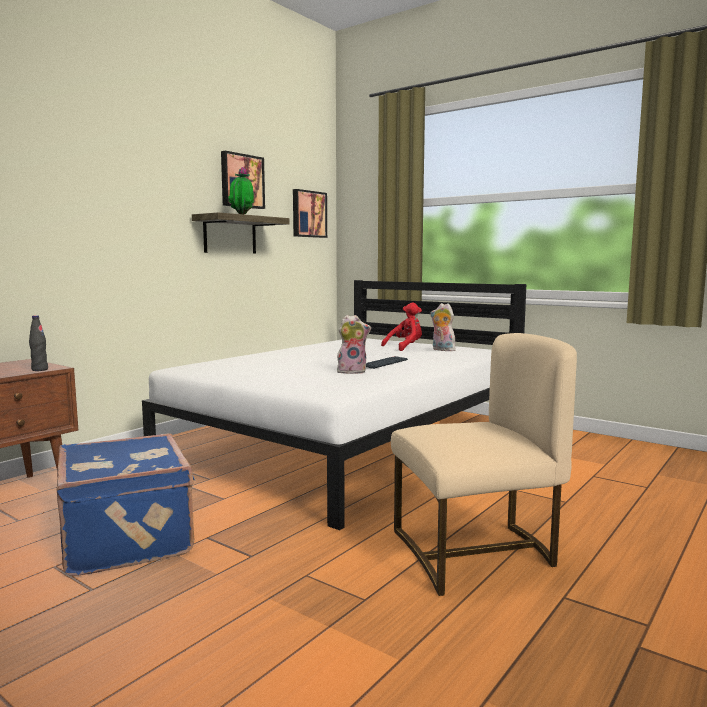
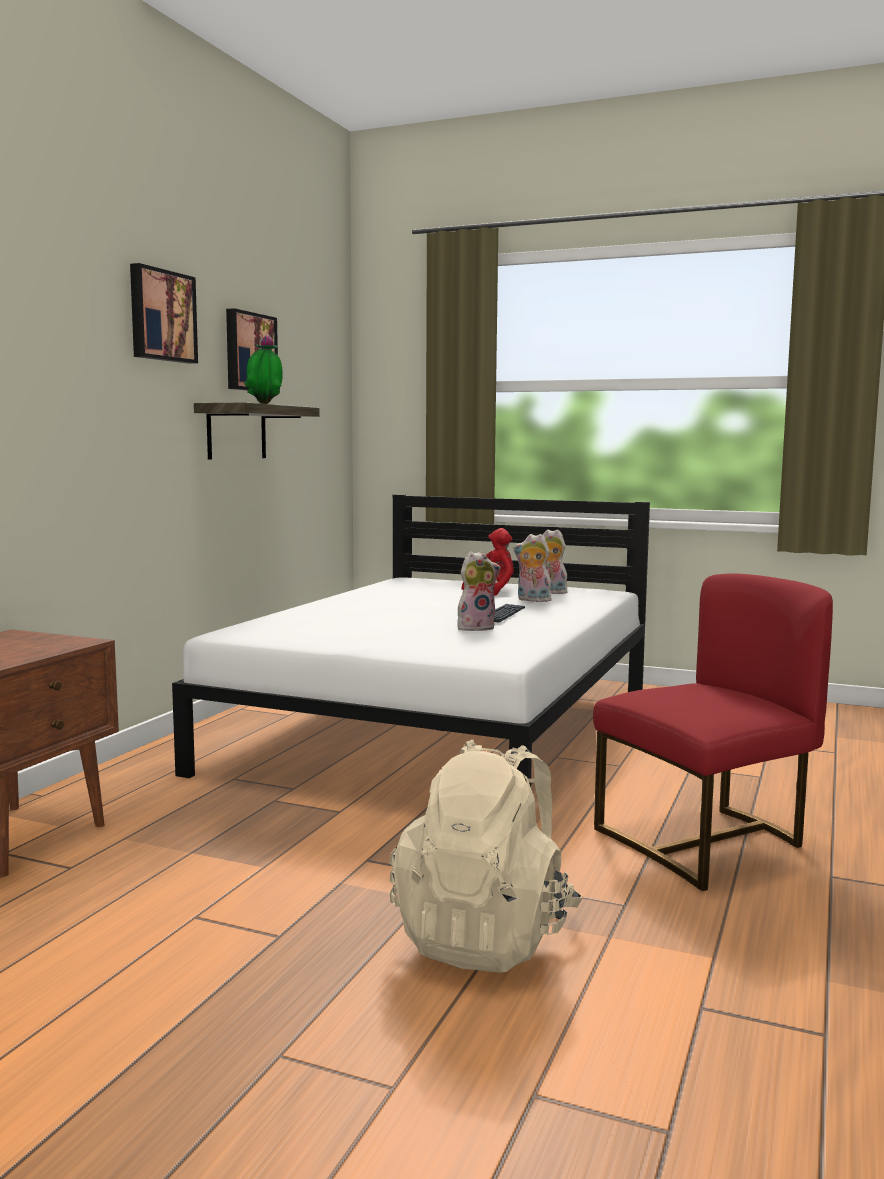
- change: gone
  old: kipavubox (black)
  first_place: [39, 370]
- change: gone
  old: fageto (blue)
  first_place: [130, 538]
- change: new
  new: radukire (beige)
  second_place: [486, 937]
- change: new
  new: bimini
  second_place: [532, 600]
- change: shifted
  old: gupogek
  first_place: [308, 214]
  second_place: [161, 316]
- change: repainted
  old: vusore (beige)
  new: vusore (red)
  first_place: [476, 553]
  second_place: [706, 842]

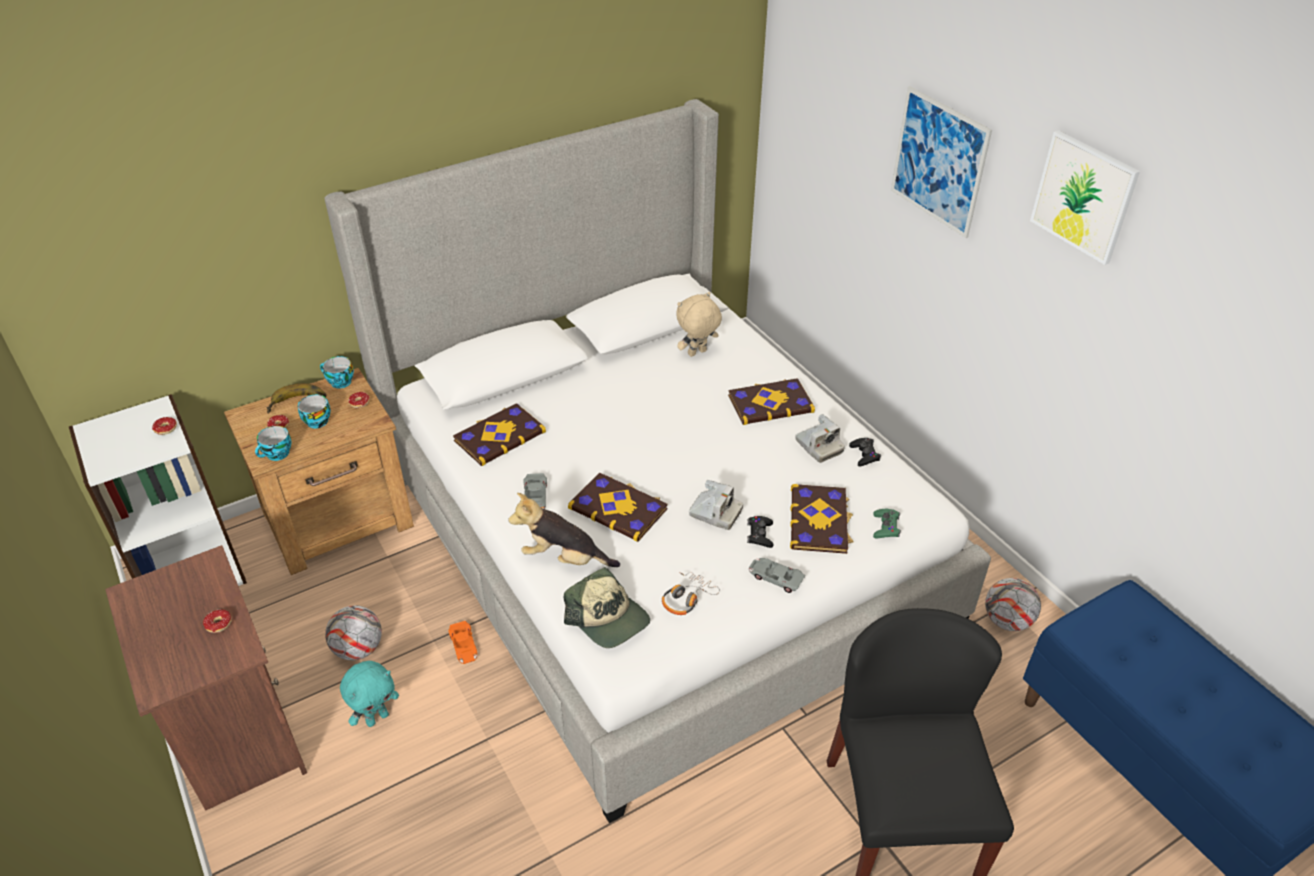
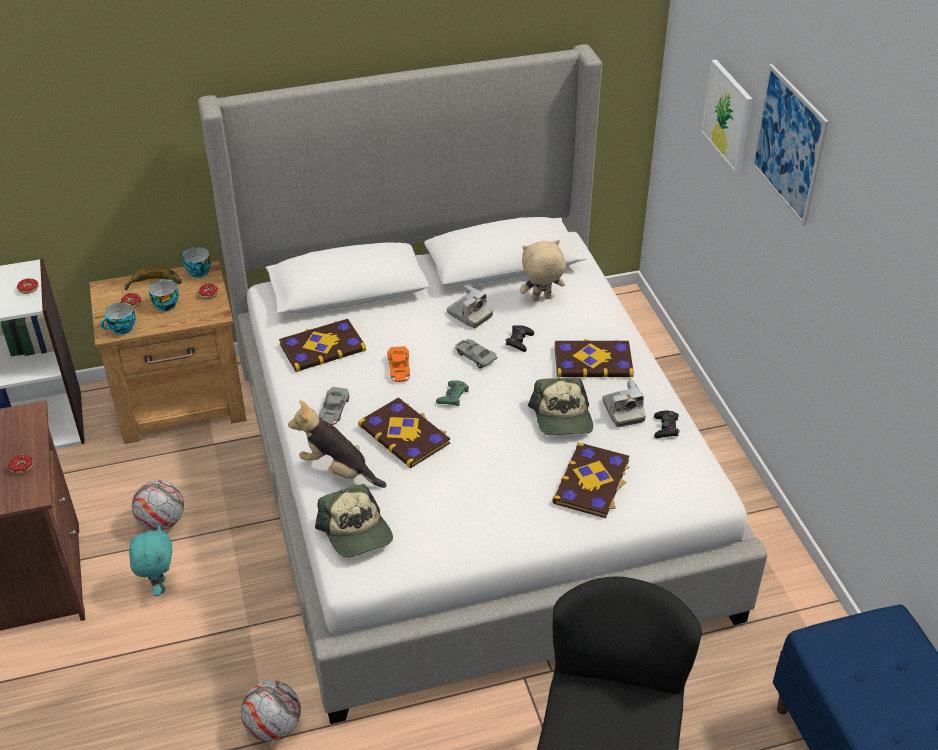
- change: gone
  old: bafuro
  first_place: [686, 598]
- change: new
  new: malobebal
  second_place: [562, 418]
- change: shifted
  old: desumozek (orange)
  first_place: [464, 646]
  second_place: [399, 368]
- change: shifted
  old: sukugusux
  first_place: [715, 513]
  second_place: [469, 315]
- change: shifted
  old: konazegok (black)
  first_place: [760, 535]
  second_place: [519, 341]
- change: shifted
  old: desumozek (grey)
  first_place: [775, 577]
  second_place: [475, 356]
- change: shifted
  old: konazegok (green)
  first_place: [886, 527]
  second_place: [453, 396]
- change: shifted
  old: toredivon
  first_place: [1006, 621]
  second_place: [273, 727]
- change: shifted
  old: gupogek
  first_place: [1083, 196]
  second_place: [728, 115]
- change: rotated
  old: bimini (turquoise)
  first_place: [377, 718]
  second_place: [159, 586]
  degrees: -75

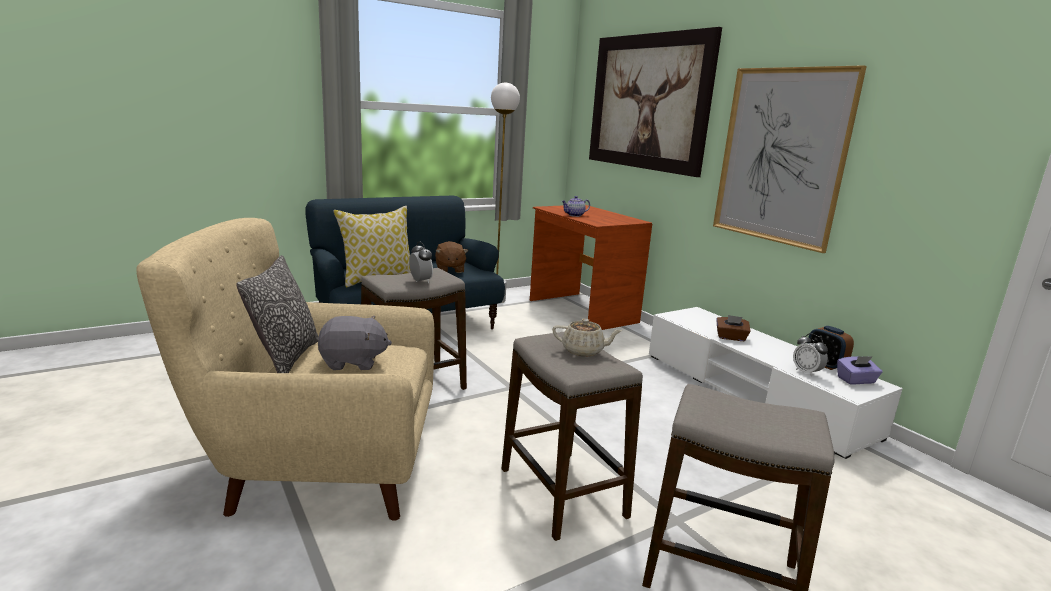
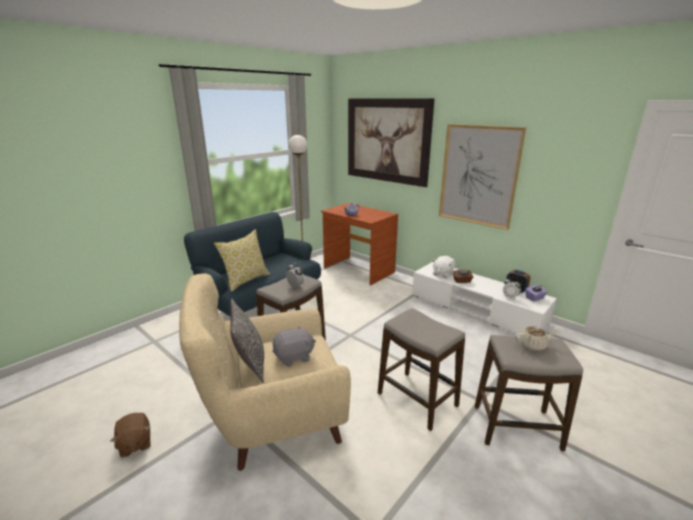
- change: new
  new: bimini (white)
  second_place: [442, 273]
- change: shifted
  old: bimini (brown)
  first_place: [449, 270]
  second_place: [135, 444]
- change: shifted
  old: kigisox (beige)
  first_place: [584, 351]
  second_place: [533, 345]

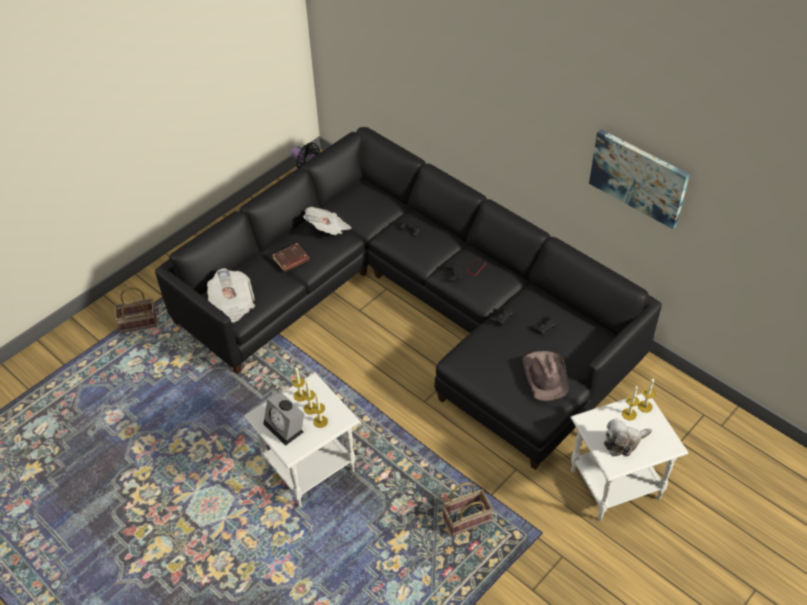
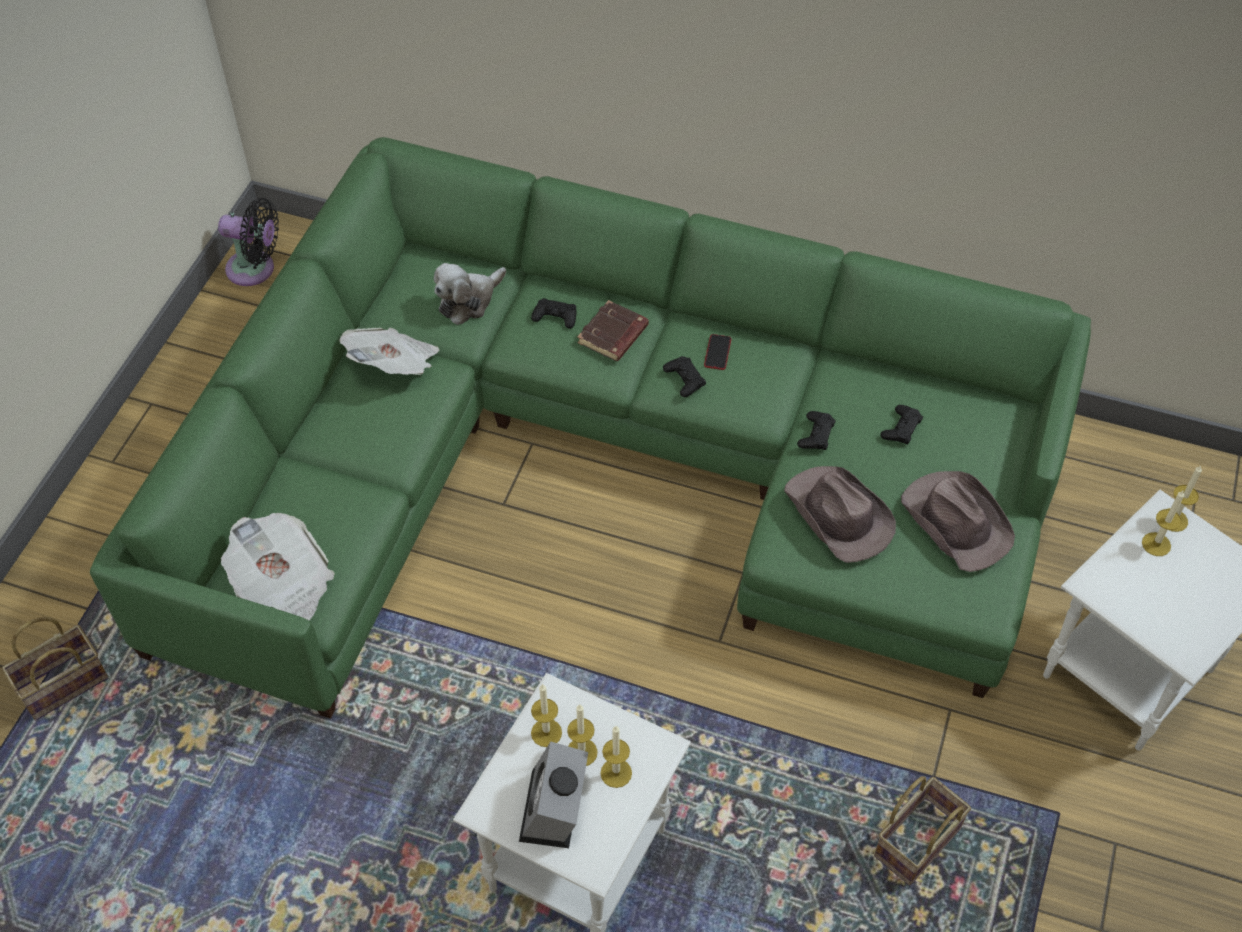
- change: gone
  old: gupogek
  first_place: [638, 177]
- change: new
  new: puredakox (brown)
  second_place: [838, 516]
- change: shifted
  old: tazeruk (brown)
  first_place: [291, 260]
  second_place: [613, 336]
- change: shifted
  old: bimini
  first_place: [623, 442]
  second_place: [469, 301]
- change: repainted
  old: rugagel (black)
  new: rugagel (green)
  first_place: [414, 308]
  second_place: [604, 464]
- change: rotated
  old: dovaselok
  first_place: [286, 427]
  second_place: [554, 812]
  degrees: 75

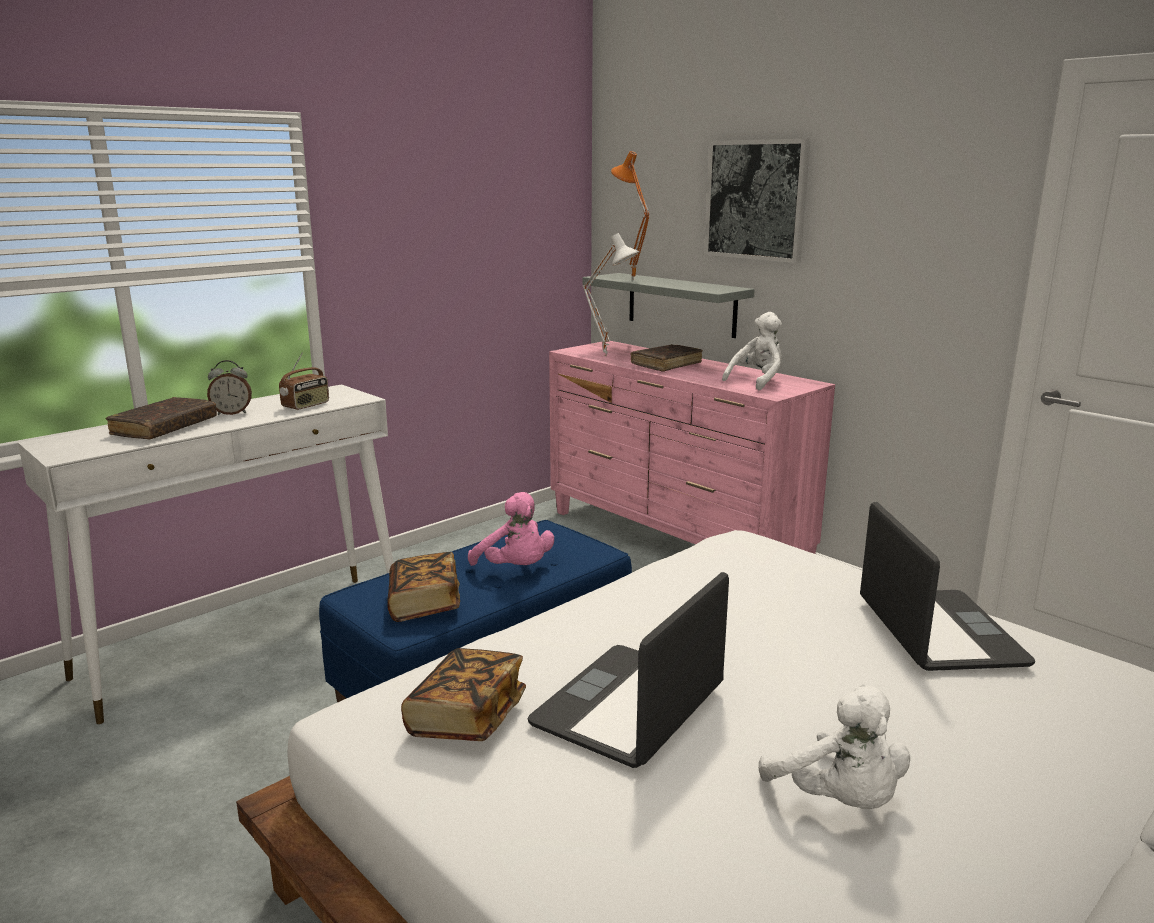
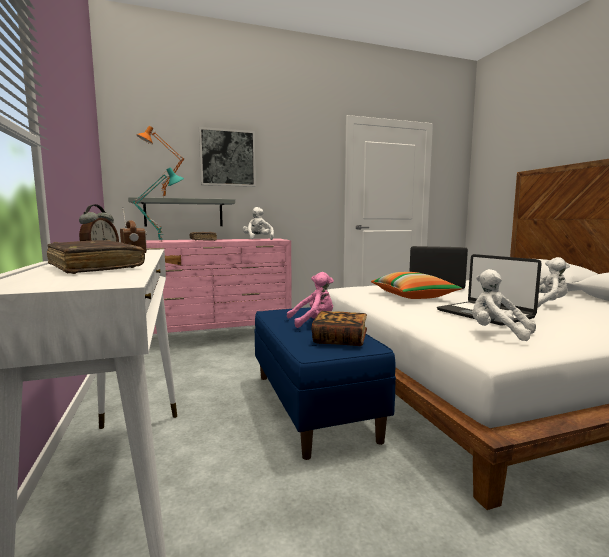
- change: new
  new: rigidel
  second_place: [413, 296]
- change: swapped
  old: tazeruk
  new: bimini (white)
  first_place: [466, 717]
  second_place: [497, 333]
- change: repainted
  old: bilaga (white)
  new: bilaga (turquoise)
  first_place: [607, 356]
  second_place: [161, 241]

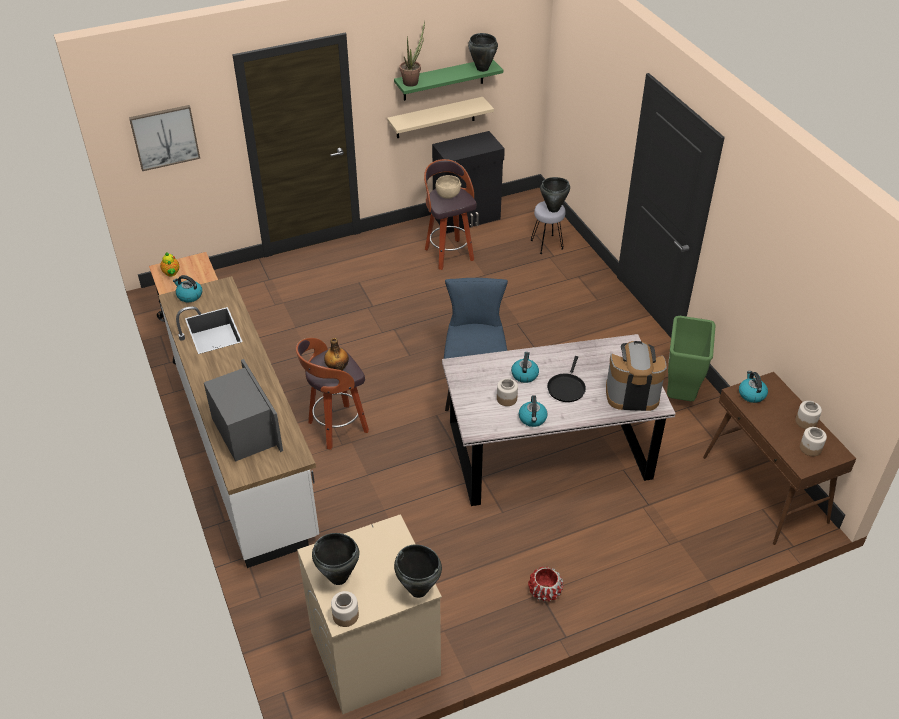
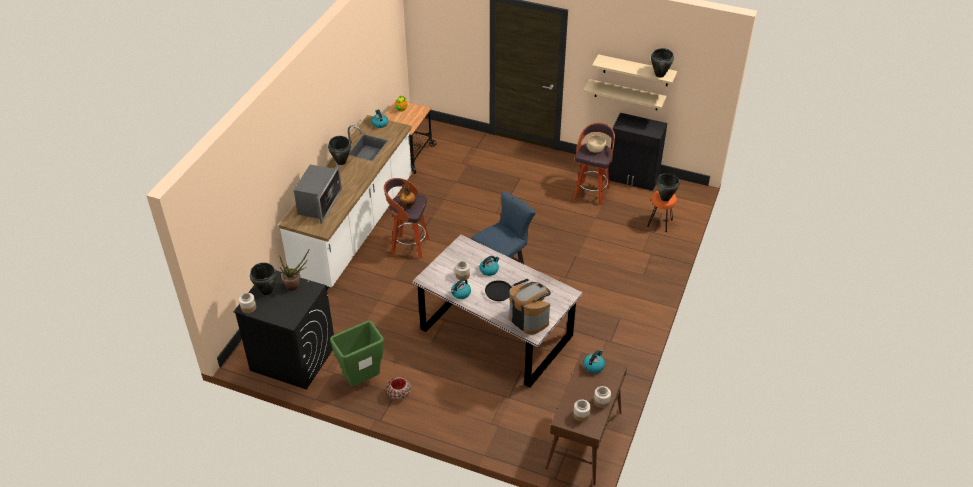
- change: gone
  old: gupogek
  first_place: [165, 137]
- change: shifted
  old: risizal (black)
  first_place: [418, 589]
  second_place: [341, 162]
- change: shifted
  old: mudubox
  first_place: [412, 81]
  second_place: [295, 285]
- change: shifted
  old: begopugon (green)
  first_place: [680, 394]
  second_place: [362, 380]
- change: repainted
  old: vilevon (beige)
  new: vilevon (black)
  first_place: [374, 654]
  second_place: [292, 358]
- change: repainted
  old: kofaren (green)
  new: kofaren (beige)
  first_place: [443, 79]
  second_place: [636, 70]
- change: repainted
  old: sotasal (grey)
  new: sotasal (orange)
  first_place: [547, 244]
  second_place: [660, 223]

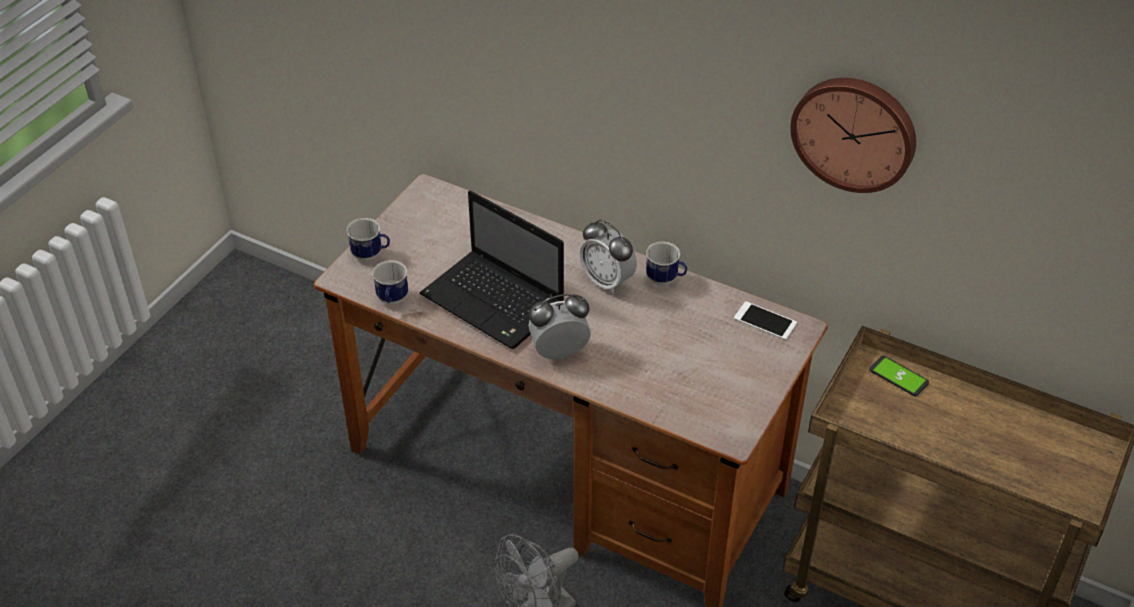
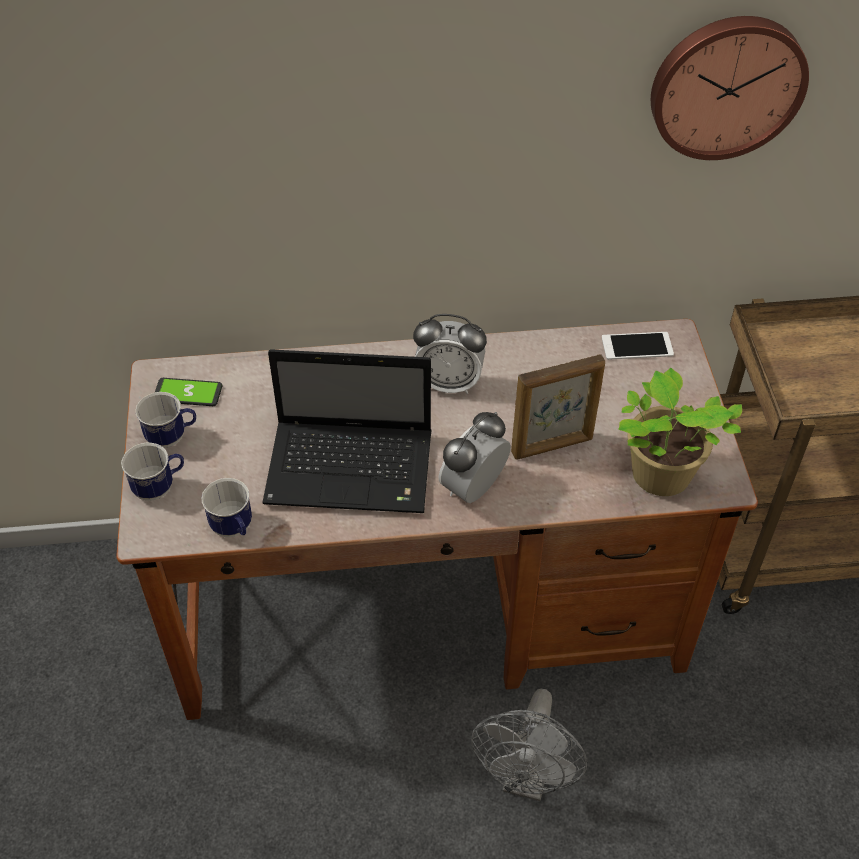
- change: new
  new: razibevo
  second_place: [553, 446]
- change: new
  new: mudubox
  second_place: [659, 478]
- change: shifted
  old: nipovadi
  first_place: [666, 280]
  second_place: [172, 437]
- change: shifted
  old: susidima
  first_place: [898, 377]
  second_place: [188, 393]

